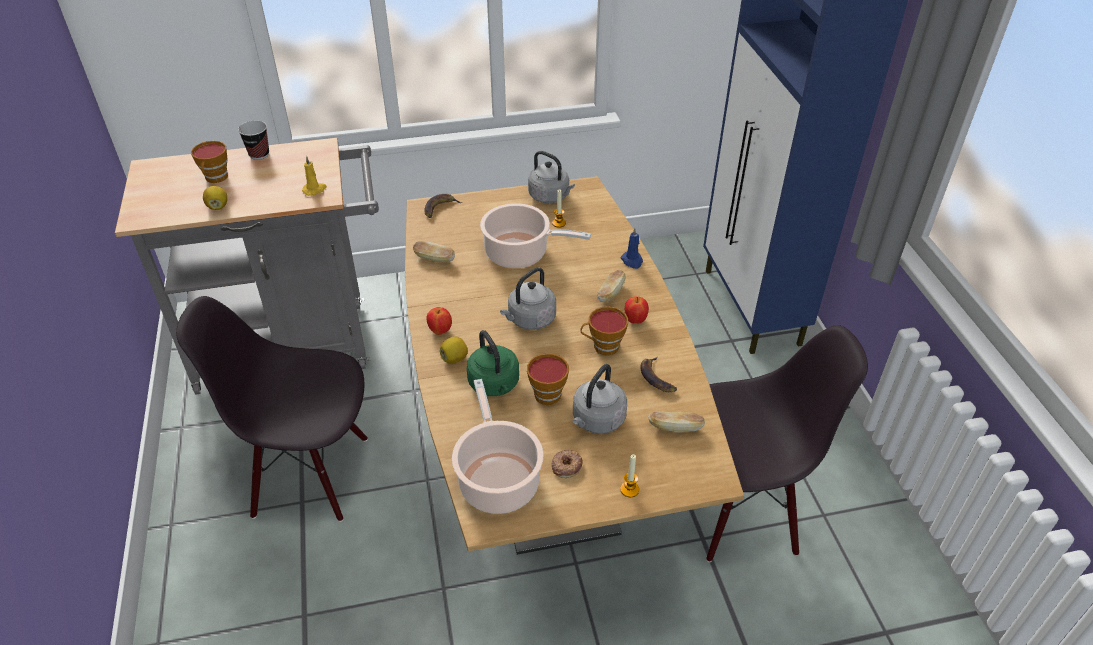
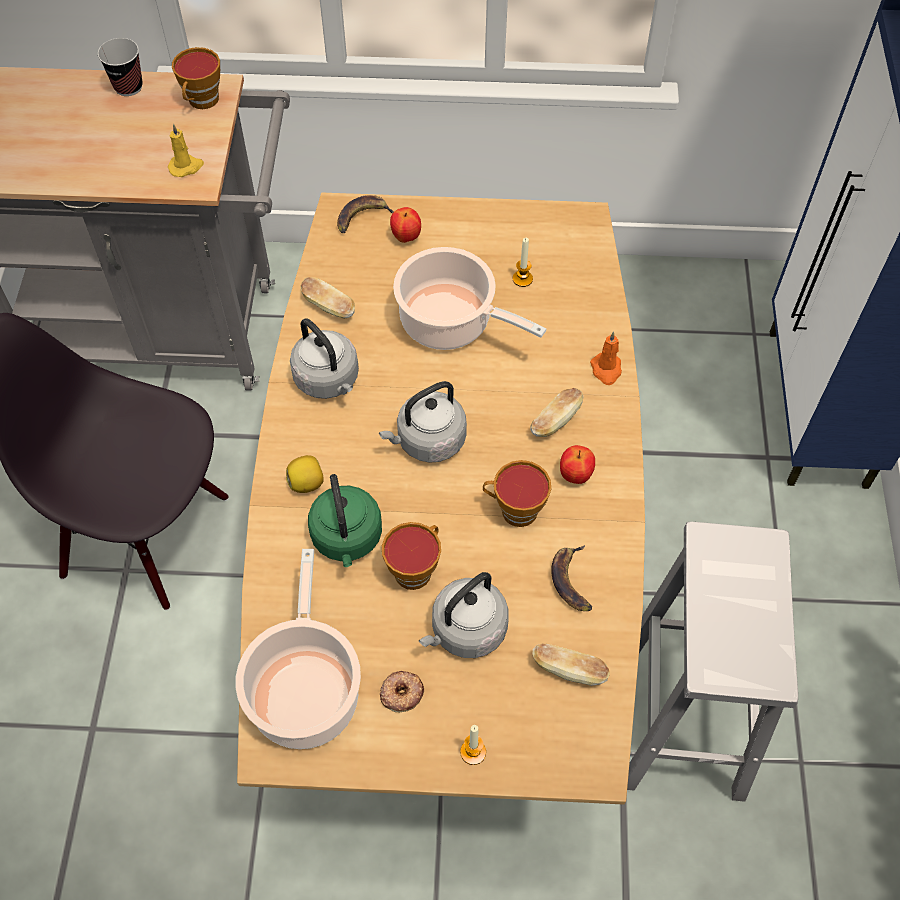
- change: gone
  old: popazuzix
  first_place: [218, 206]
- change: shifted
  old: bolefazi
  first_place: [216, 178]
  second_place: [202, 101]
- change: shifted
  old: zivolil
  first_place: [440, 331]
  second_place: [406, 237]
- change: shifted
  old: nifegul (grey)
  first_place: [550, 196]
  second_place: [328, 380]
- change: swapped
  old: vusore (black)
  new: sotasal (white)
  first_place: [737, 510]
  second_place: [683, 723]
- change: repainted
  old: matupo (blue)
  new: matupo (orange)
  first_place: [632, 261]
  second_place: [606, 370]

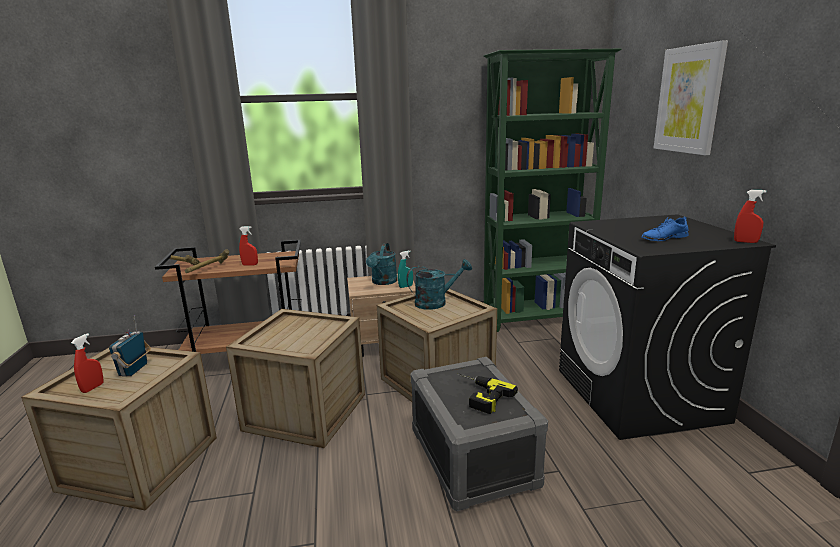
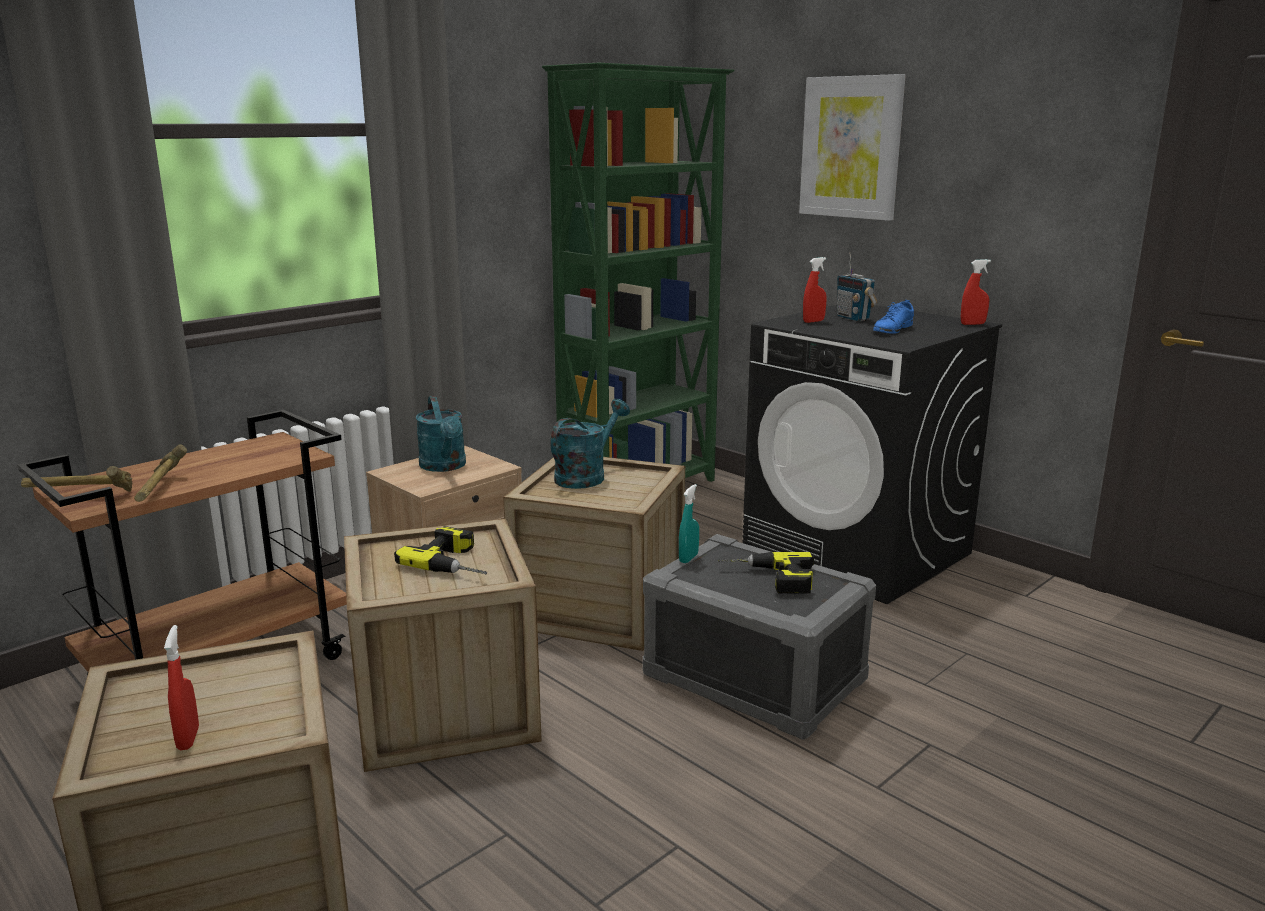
- change: new
  new: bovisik
  second_place: [457, 562]
- change: shifted
  old: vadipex
  first_place: [134, 370]
  second_place: [853, 318]
- change: shifted
  old: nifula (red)
  first_place: [250, 265]
  second_place: [813, 321]
- change: shifted
  old: nifula (turquoise)
  first_place: [405, 286]
  second_place: [688, 558]

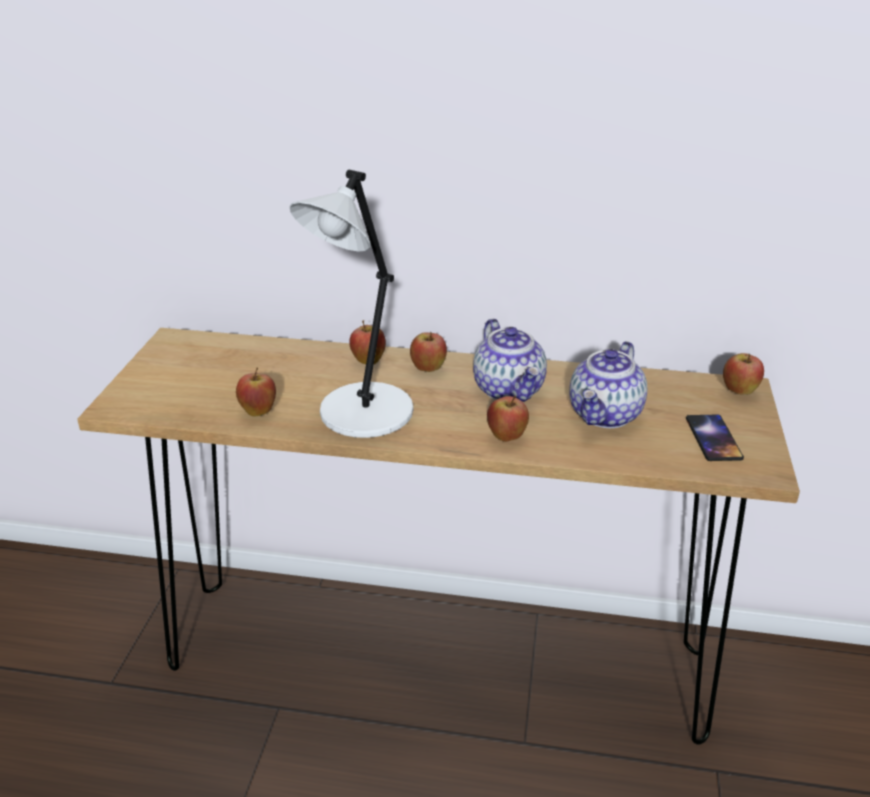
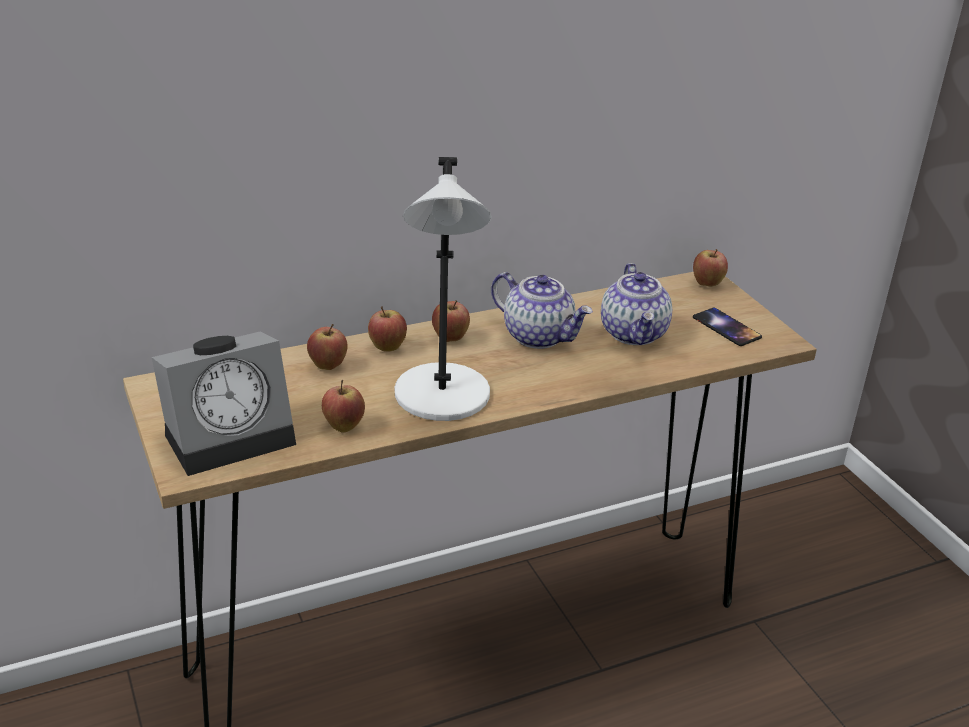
- change: new
  new: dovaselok
  second_place: [232, 435]
- change: shifted
  old: zivolil
  first_place: [506, 437]
  second_place: [328, 366]

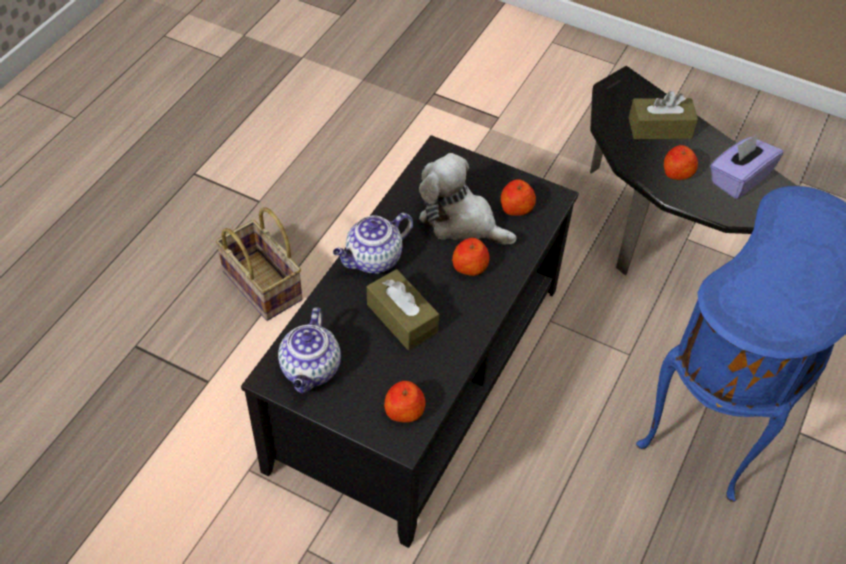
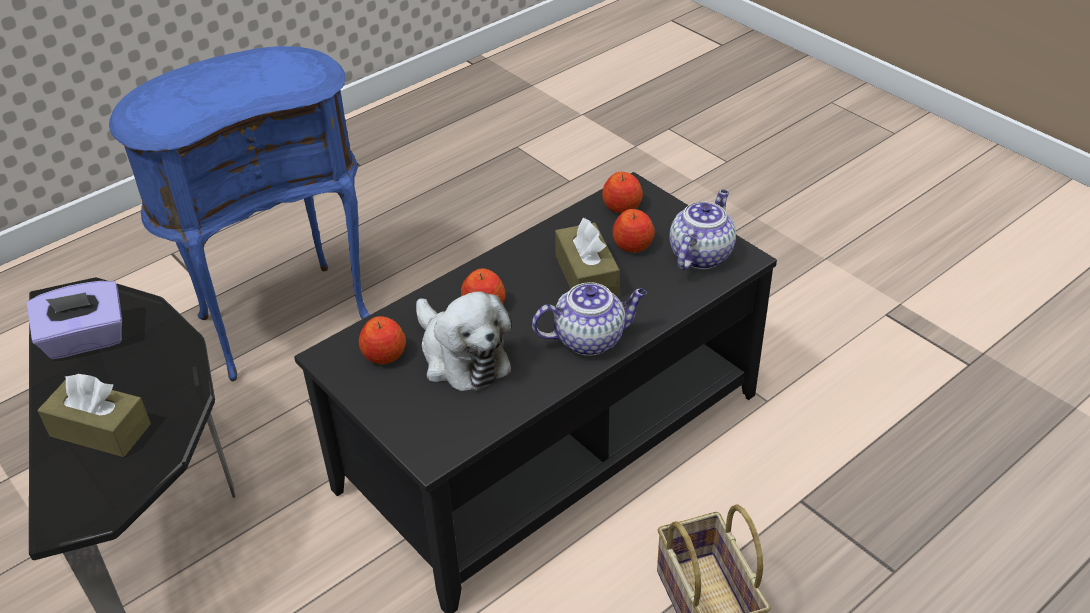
- change: shifted
  old: zivolil
  first_place: [677, 173]
  second_place: [633, 245]

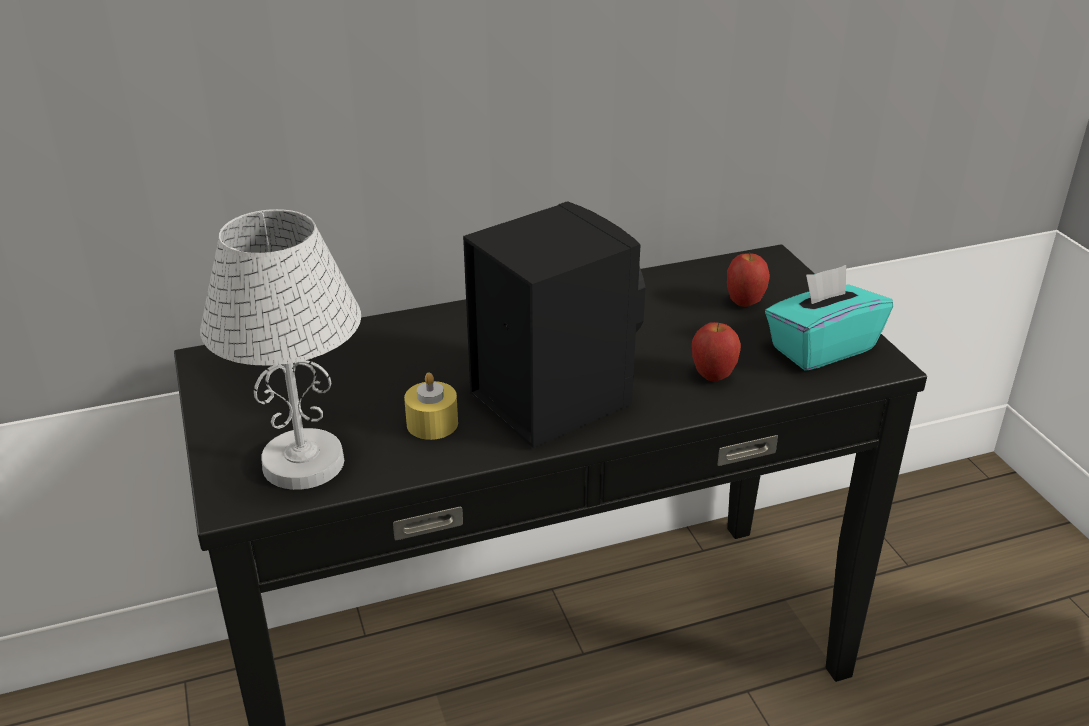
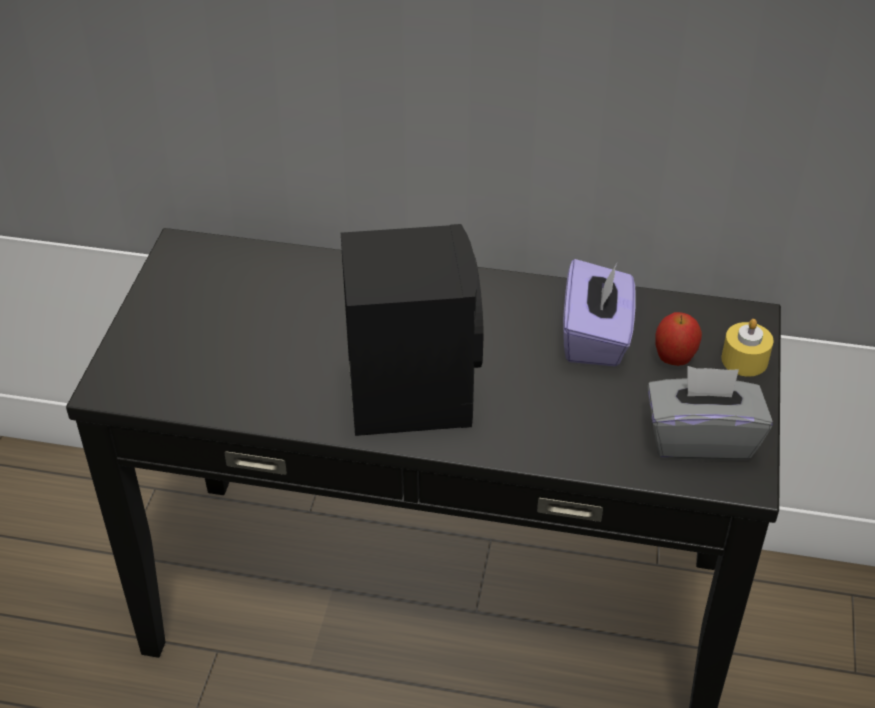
- change: gone
  old: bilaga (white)
  first_place: [304, 462]
- change: gone
  old: zivolil
  first_place: [712, 376]
- change: new
  new: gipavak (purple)
  second_place: [596, 337]
- change: shifted
  old: matupo (yellow)
  first_place: [432, 423]
  second_place: [744, 360]
- change: repainted
  old: gipavak (turquoise)
  new: gipavak (grey)
  first_place: [821, 348]
  second_place: [701, 438]

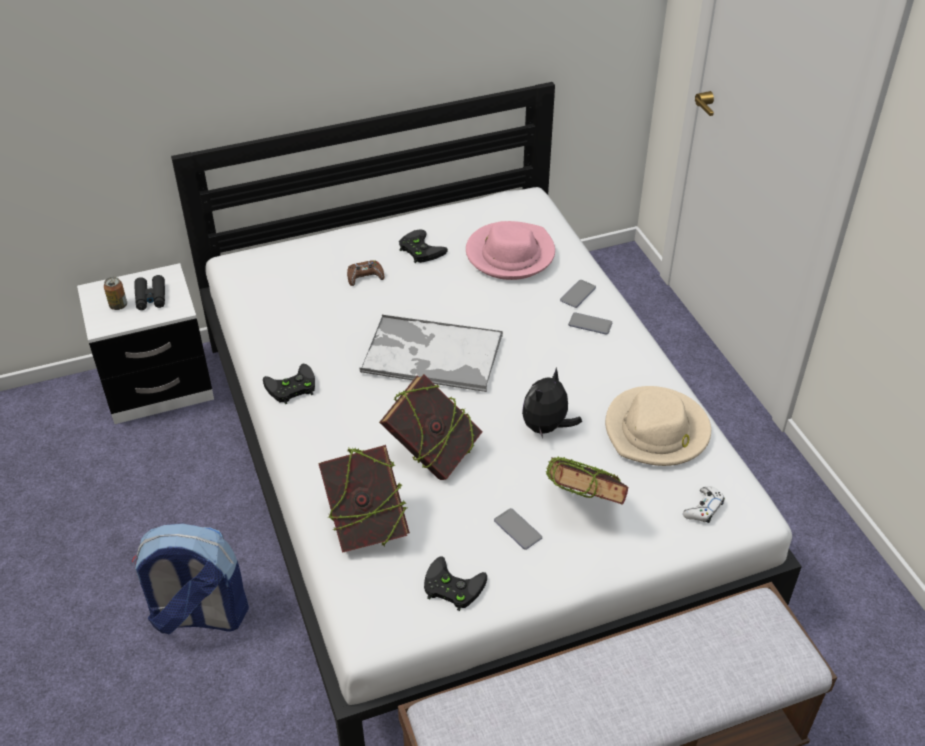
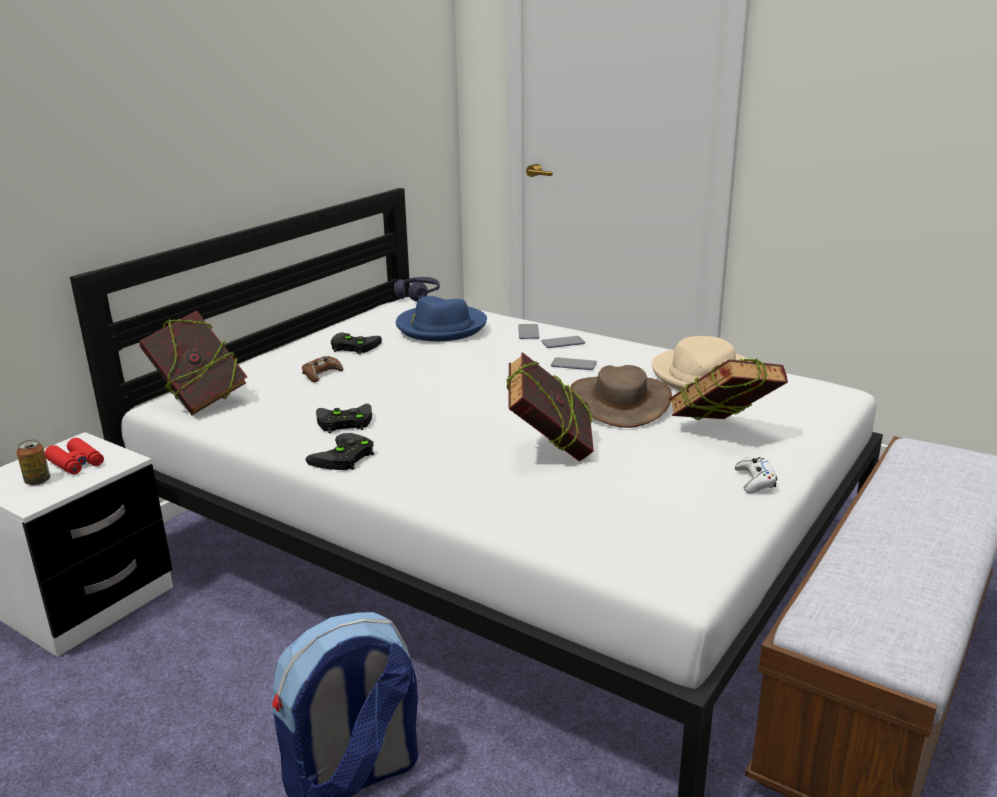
- change: gone
  old: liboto
  first_place: [431, 354]
- change: new
  new: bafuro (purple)
  second_place: [417, 295]
- change: shifted
  old: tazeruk
  first_place: [366, 527]
  second_place: [200, 401]
- change: shifted
  old: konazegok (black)
  first_place: [450, 587]
  second_place: [343, 422]
- change: shifted
  old: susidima
  first_place: [517, 529]
  second_place: [573, 365]
- change: shifted
  old: konazegok (white)
  first_place: [703, 508]
  second_place: [755, 481]
- change: swapped
  old: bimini
  new: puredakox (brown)
  first_place: [547, 427]
  second_place: [620, 402]
- change: repainted
  old: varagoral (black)
  new: varagoral (red)
  first_place: [151, 297]
  second_place: [76, 463]
- change: repainted
  old: puredakox (pink)
  new: puredakox (blue)
  first_place: [510, 254]
  second_place: [441, 327]

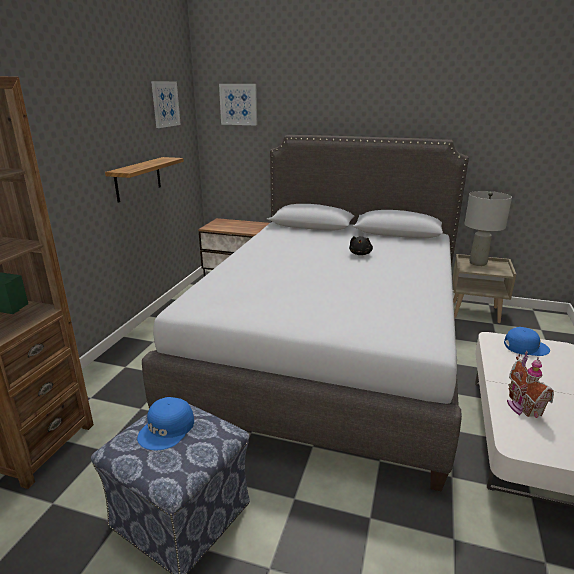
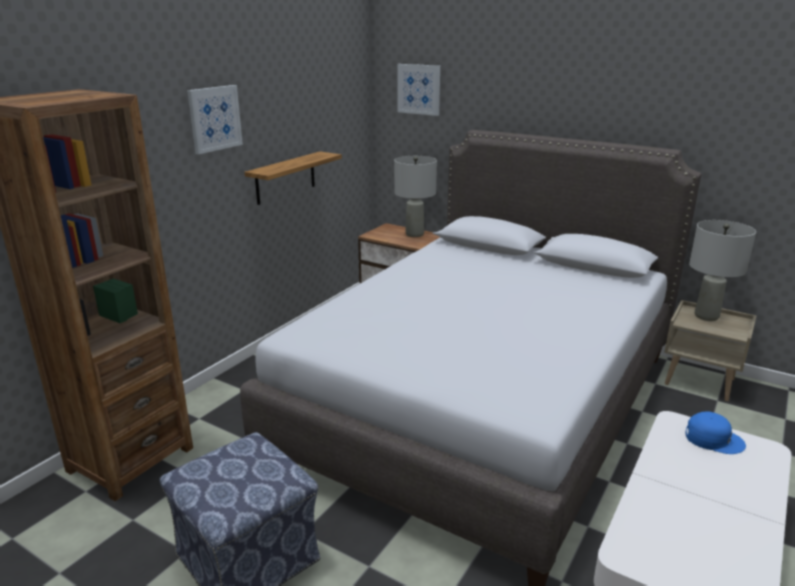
- change: gone
  old: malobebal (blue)
  first_place: [167, 429]
- change: gone
  old: bimini (black)
  first_place: [360, 254]
- change: gone
  old: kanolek
  first_place: [522, 406]
- change: new
  new: bilaga (grey)
  second_place: [414, 234]
- change: shifted
  old: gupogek
  first_place: [165, 104]
  second_place: [214, 118]

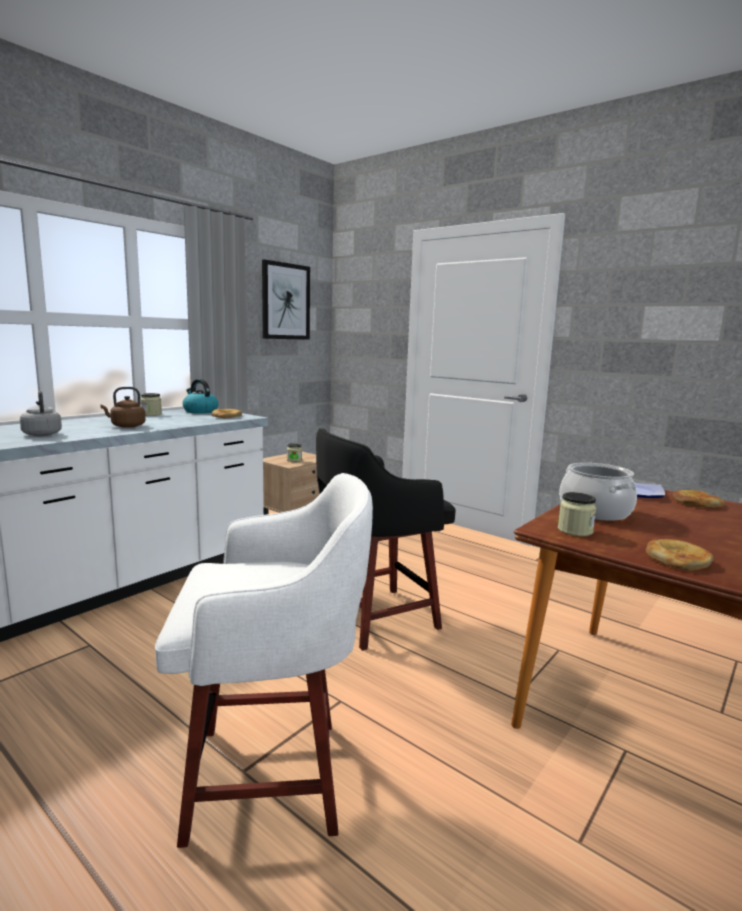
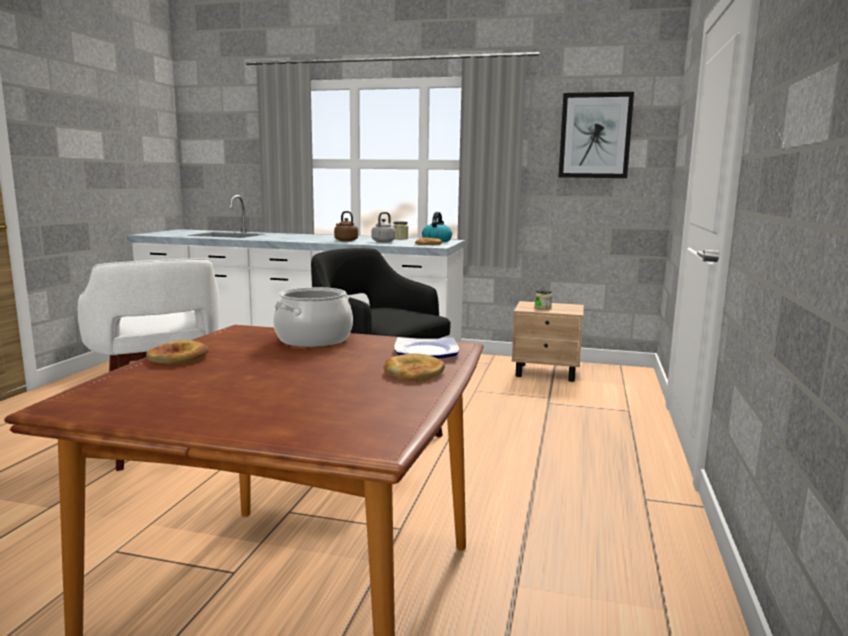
- change: gone
  old: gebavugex
  first_place: [575, 530]
- change: shifted
  old: nifegul (grey)
  first_place: [42, 434]
  second_place: [384, 241]

